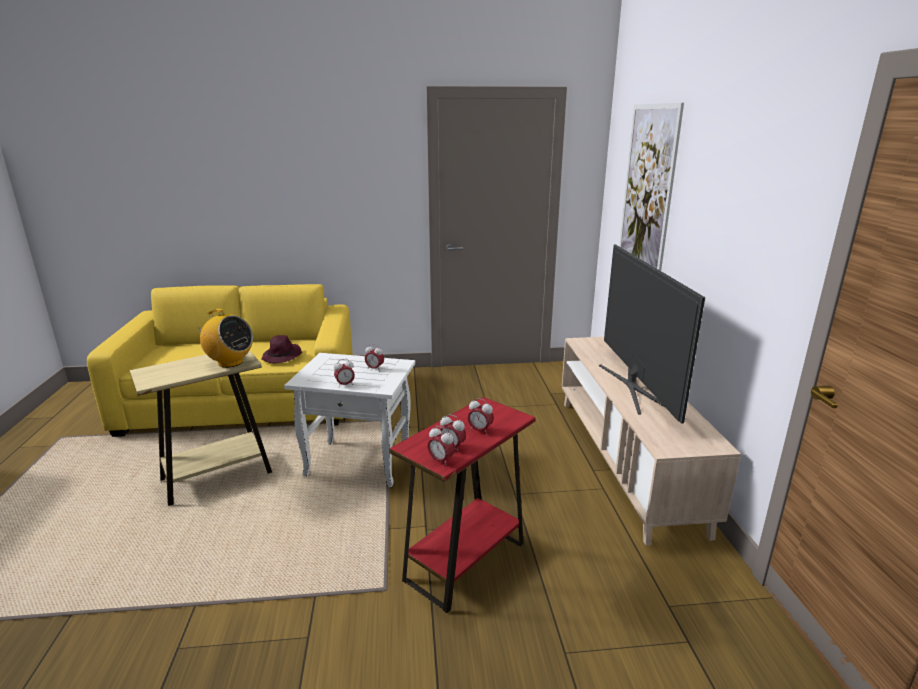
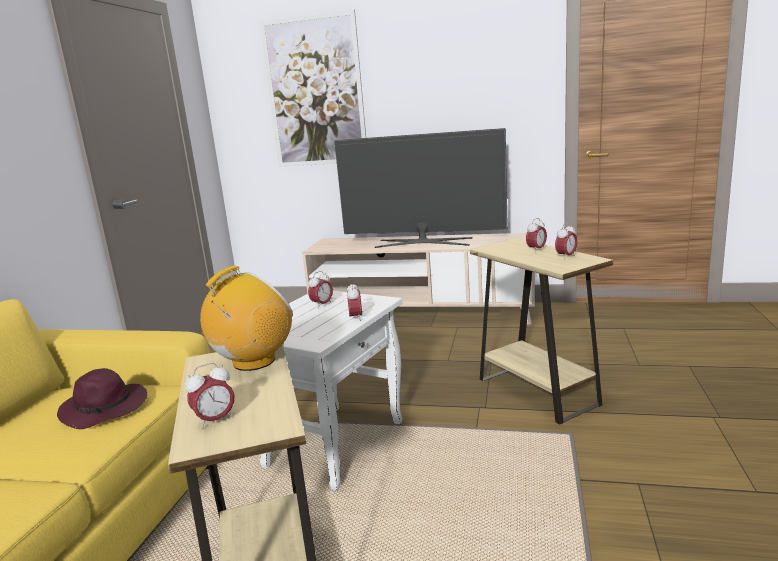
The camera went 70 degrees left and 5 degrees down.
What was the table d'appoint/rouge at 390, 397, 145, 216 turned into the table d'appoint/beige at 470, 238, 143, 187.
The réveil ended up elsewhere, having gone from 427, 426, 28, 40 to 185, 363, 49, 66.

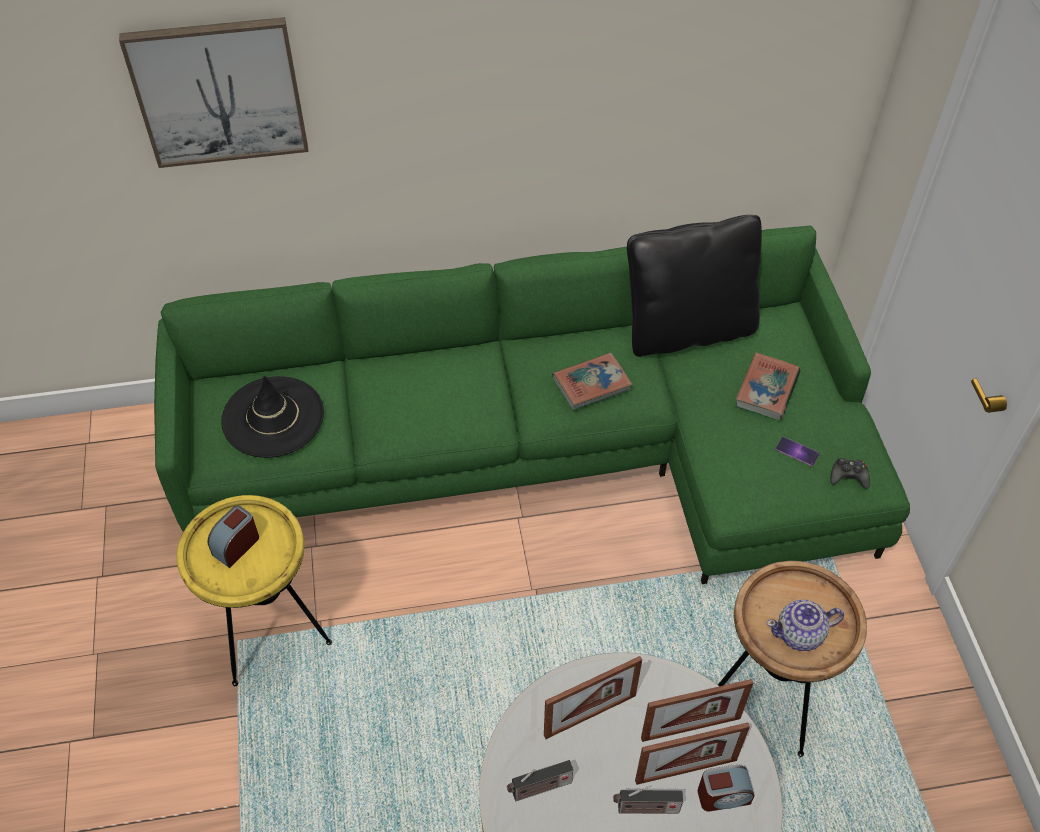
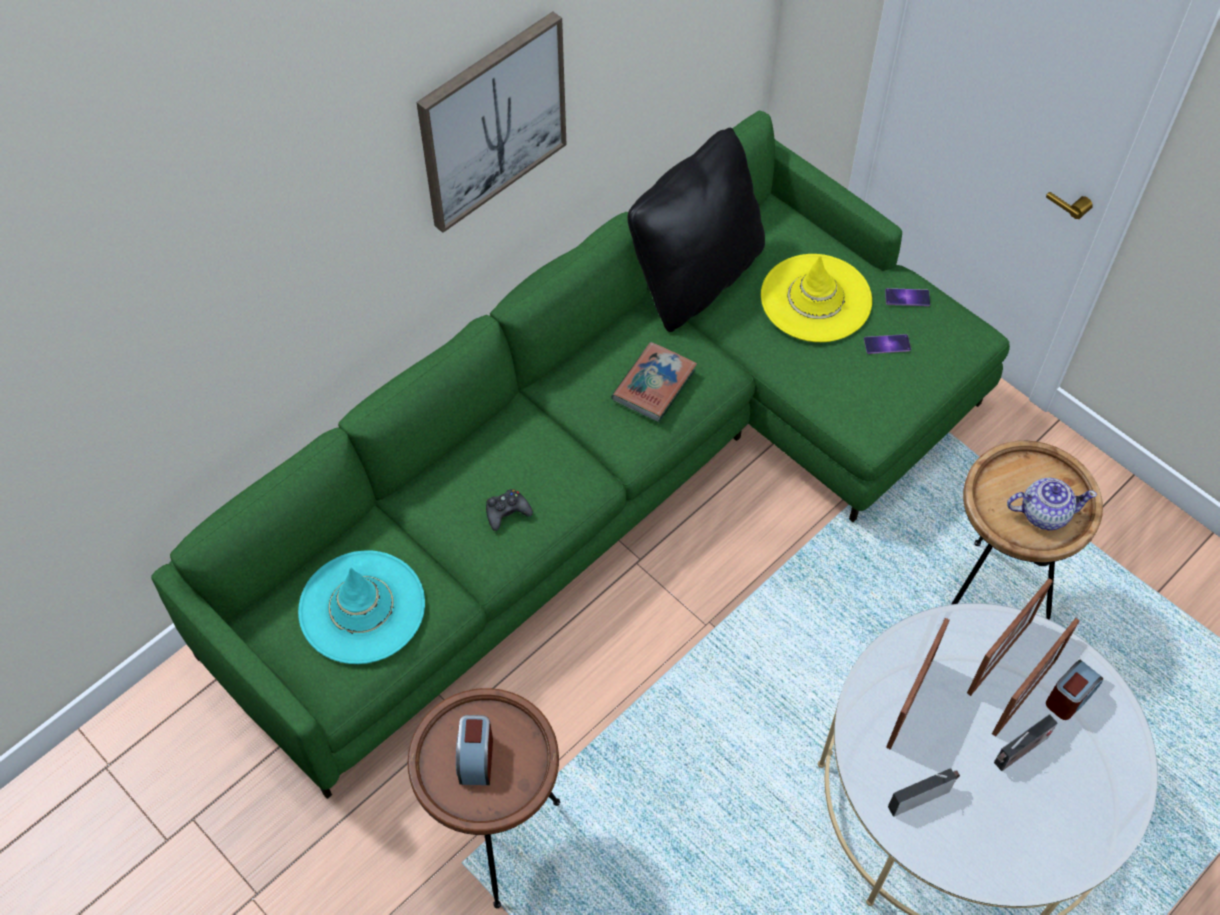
The camera went 35 degrees left and 5 degrees up.
The tableau ended up elsewhere, having gone from 119, 17, 189, 151 to 416, 12, 151, 221.
Where the livre stood at 736, 353, 65, 68, the chapeau/jaune came to stand at 761, 254, 111, 88.
What was the chapeau/noir at 221, 376, 103, 82 turned into the chapeau/turquoise at 298, 550, 127, 114.
The manette/noir ended up elsewhere, having gone from 830, 458, 40, 31 to 486, 489, 47, 42.
What was the table d'appoint/jaune at 177, 495, 155, 191 turned into the table d'appoint/marron at 408, 688, 152, 220.
The théière at 766, 600, 78, 51 ended up facing another way, 135 degrees counterclockwise from before.
The radio at 507, 760, 66, 41 ended up facing another way, 150 degrees counterclockwise from before.
The second view gained the téléphone at 885, 288, 45, 18.

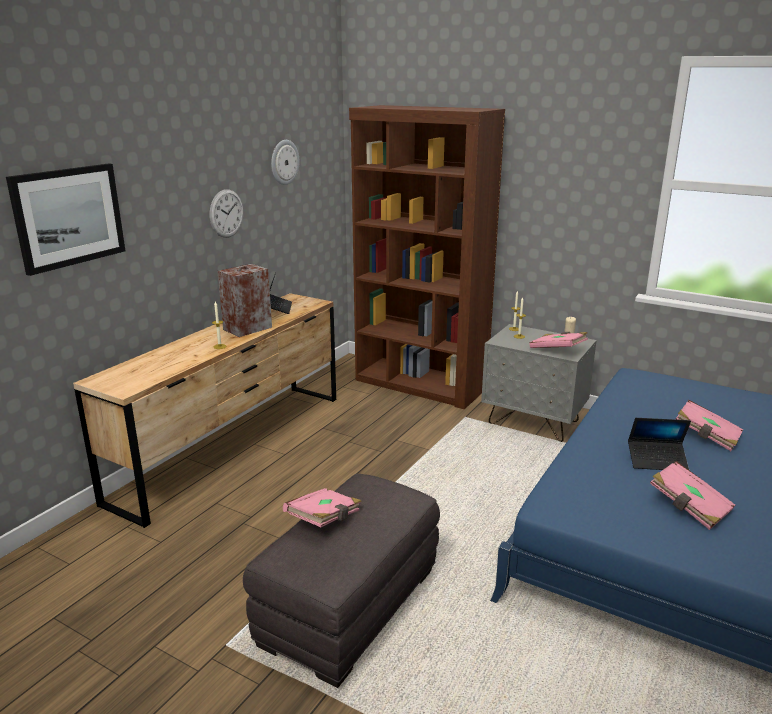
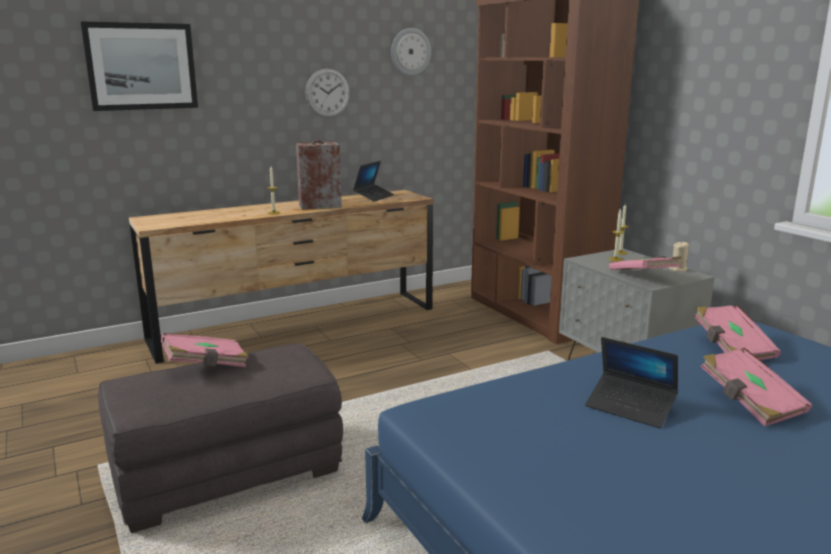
The camera went 30 degrees right and 5 degrees down.
The livre/rose ended up elsewhere, having gone from 650, 461, 85, 69 to 694, 305, 87, 55.

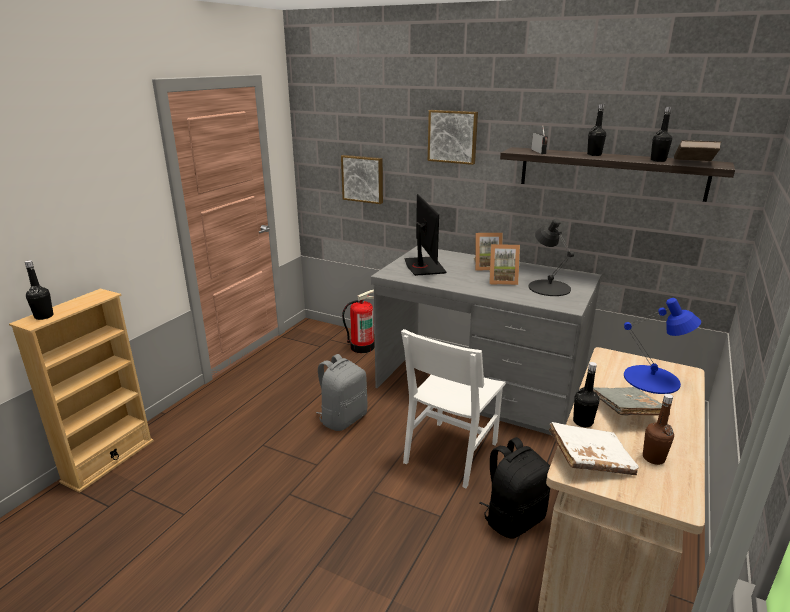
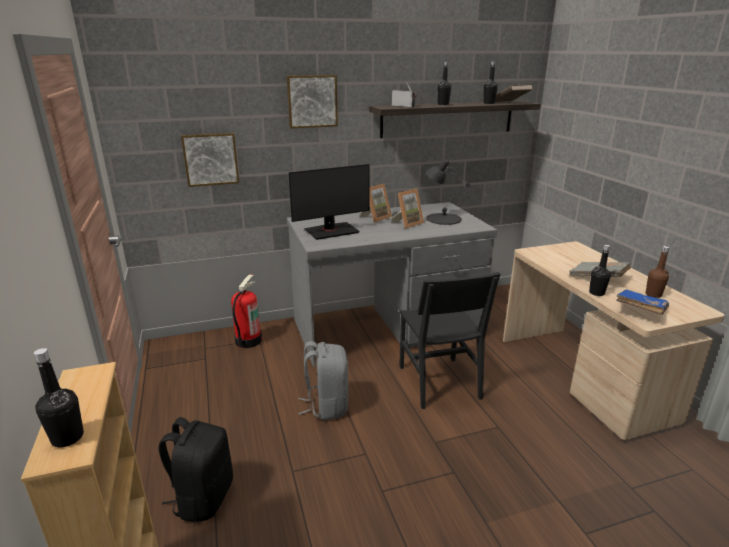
The camera went 45 degrees left and 0 degrees up.
The écran d'ordinateur at 404, 194, 42, 82 ended up facing another way, 120 degrees clockwise from before.
The second view lost the lampe de table/bleu at 624, 298, 77, 96.
What was the chaise/blanc at 401, 329, 105, 159 turned into the chaise/noir at 399, 272, 101, 137.
What was the livre/blanc at 549, 422, 90, 53 turned into the livre/bleu at 616, 289, 53, 26.
The sac à dos/noir ended up elsewhere, having gone from 480, 437, 70, 102 to 159, 417, 74, 105.

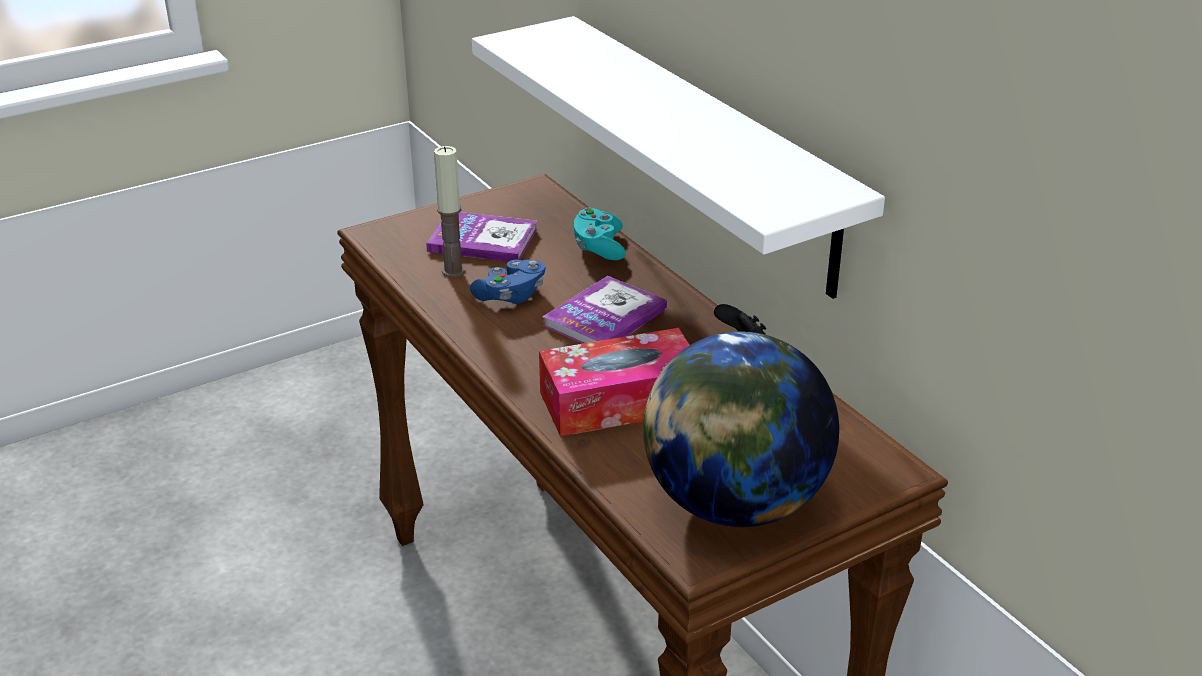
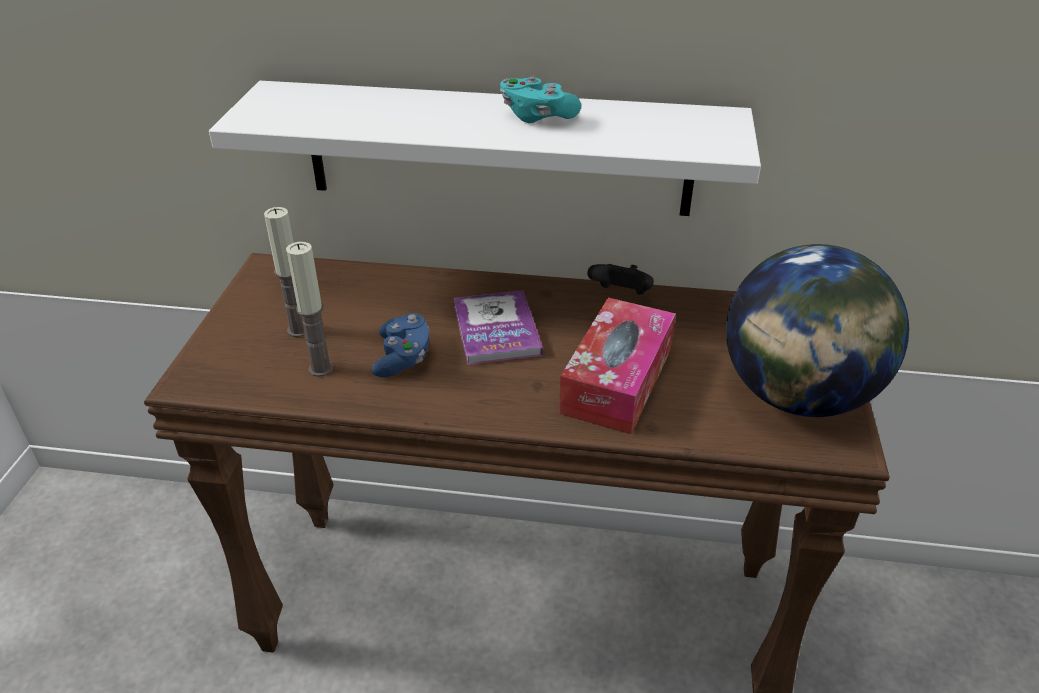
The camera went 50 degrees left and 5 degrees up.
The manette/turquoise ended up elsewhere, having gone from 574, 207, 52, 53 to 500, 77, 81, 46.
Where the livre stood at 426, 212, 111, 50, the bougie came to stand at 264, 207, 41, 130.

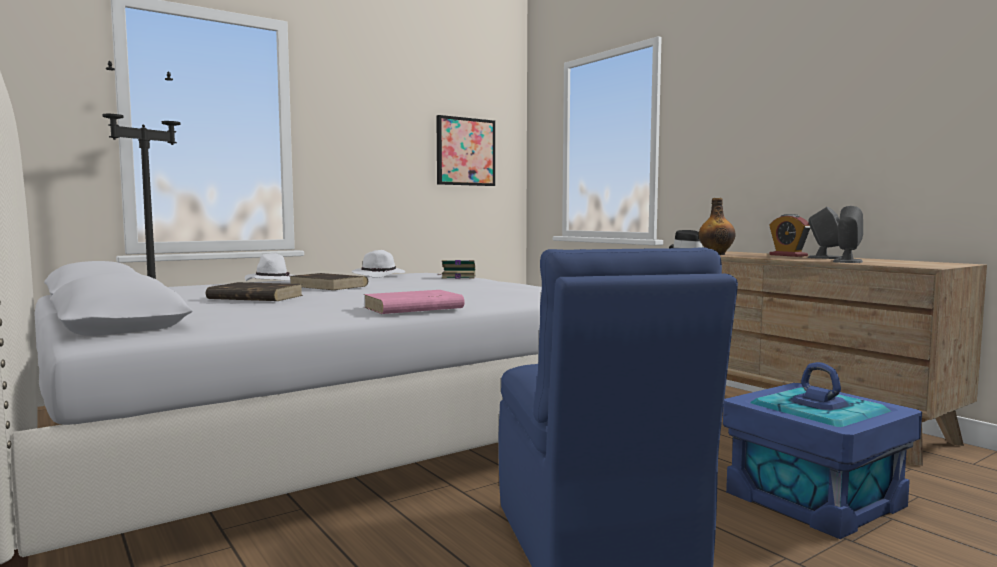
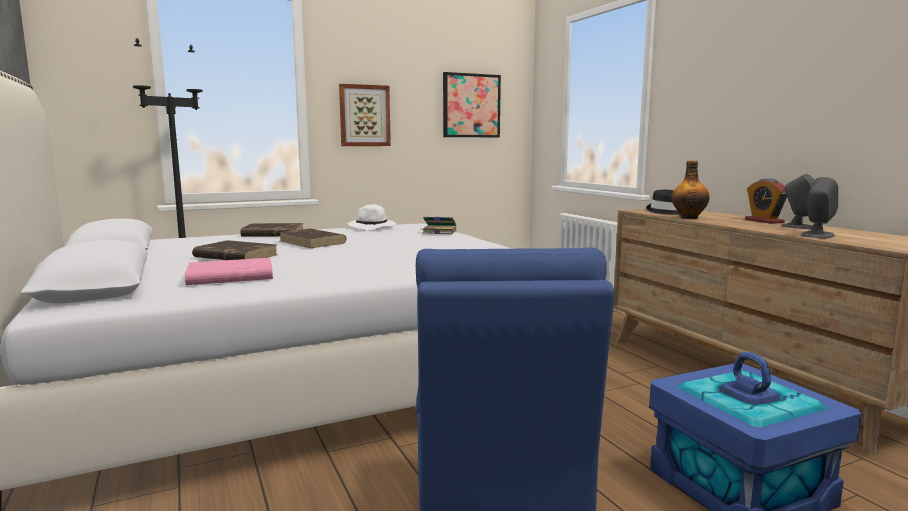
The camera went 10 degrees right and 5 degrees up.
Where the chapeau/blanc stood at 245, 253, 49, 28, the livre/marron came to stand at 240, 223, 64, 14.
The livre/rose ended up elsewhere, having gone from 363, 290, 102, 24 to 185, 258, 88, 27.
The second view gained the tableau at 339, 84, 52, 62.

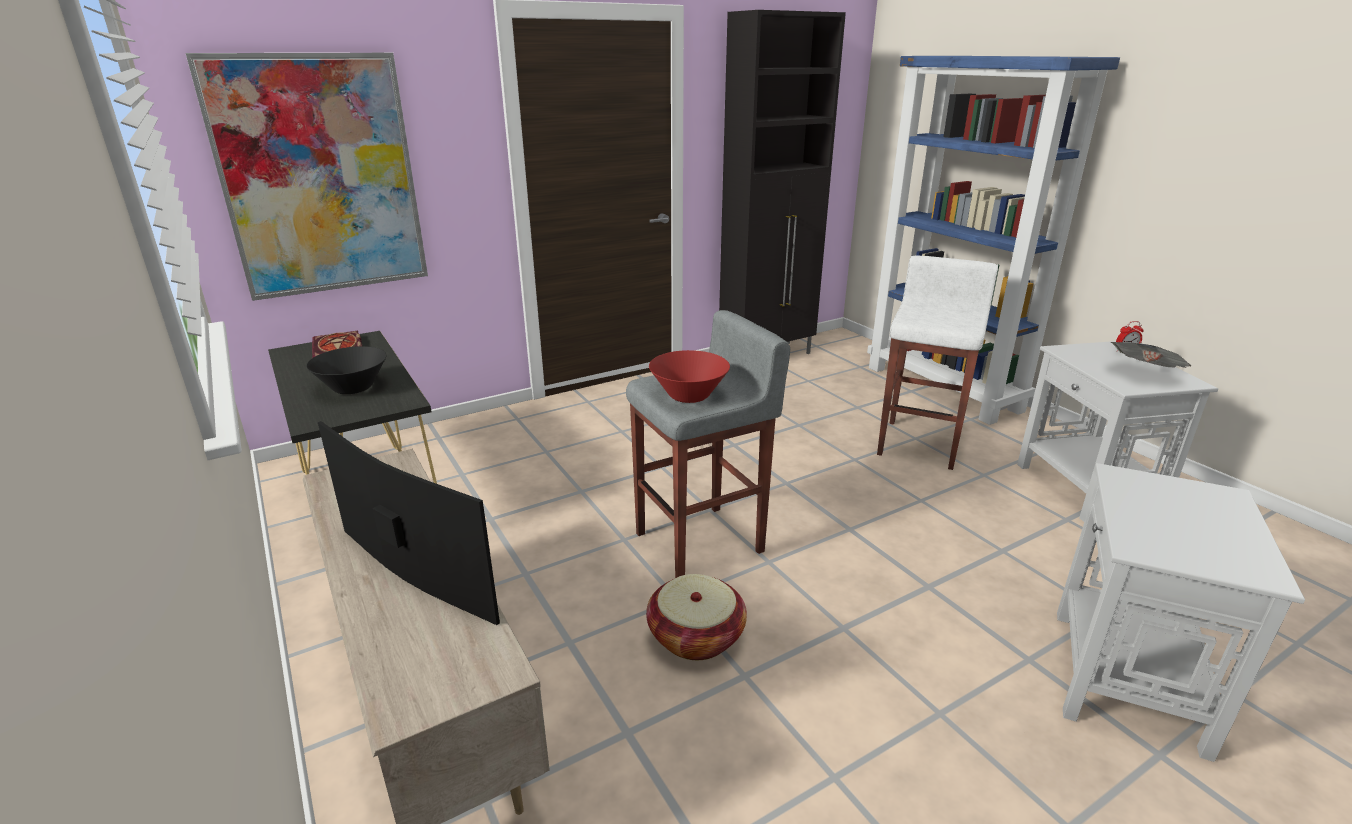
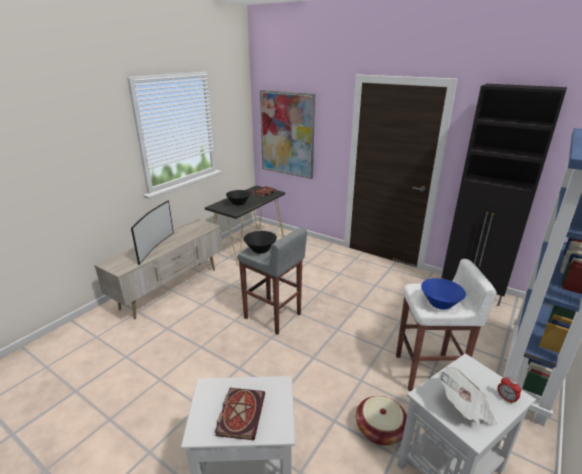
The camera went 65 degrees right and 0 degrees up.
What was the bol/rouge at 649, 350, 81, 53 turned into the bol/noir at 243, 231, 34, 23.
The panier ended up elsewhere, having gone from 646, 574, 101, 86 to 356, 396, 51, 49.
The second view gained the bol/bleu at 421, 278, 45, 31.
The second view gained the livre at 215, 388, 50, 52.

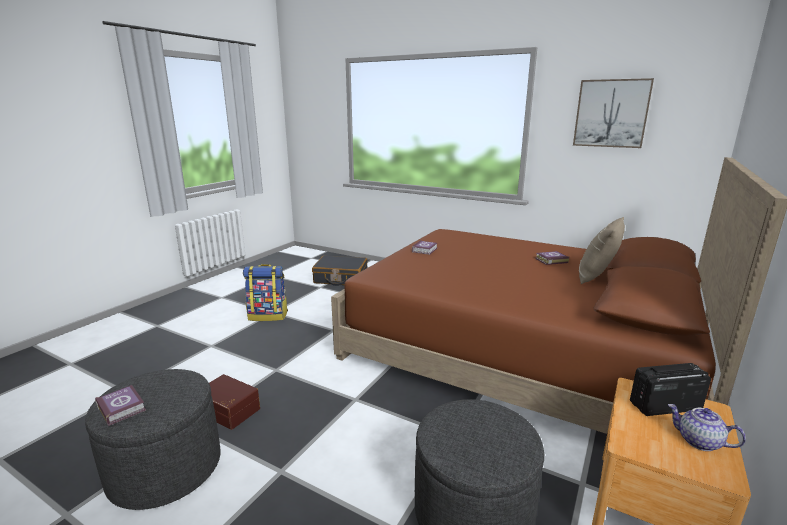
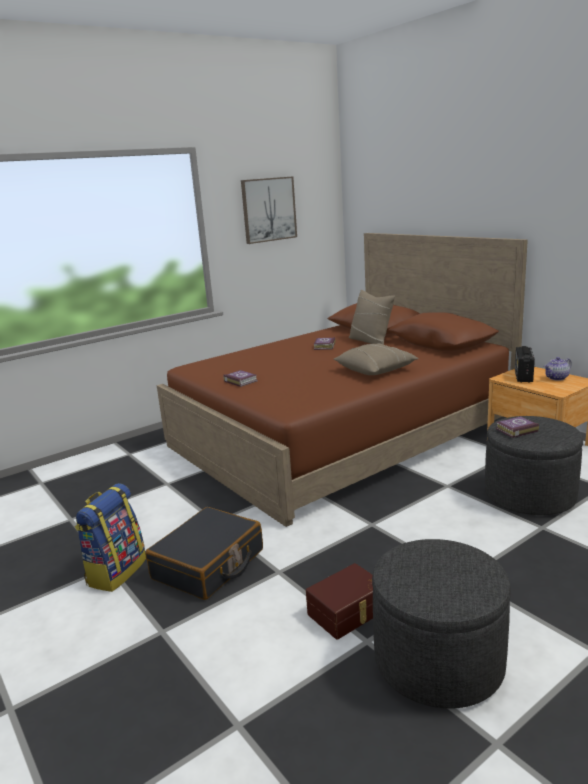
The camera went 65 degrees left and 0 degrees up.
The valise/noir ended up elsewhere, having gone from 312, 255, 56, 31 to 145, 507, 118, 93.
The livre ended up elsewhere, having gone from 95, 385, 51, 41 to 495, 416, 44, 22.
The second view gained the coussin/beige at 334, 343, 85, 32.

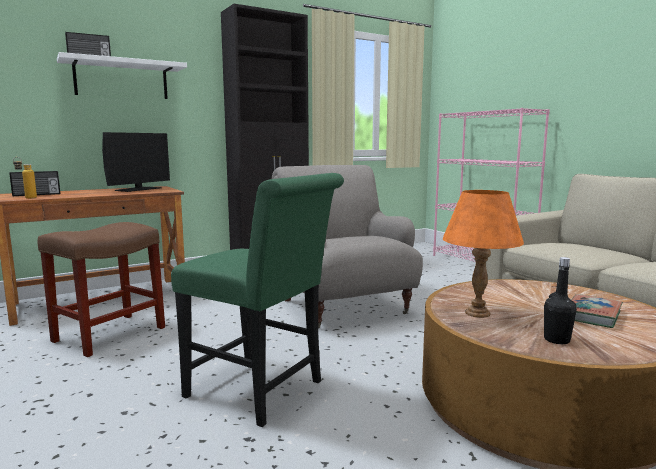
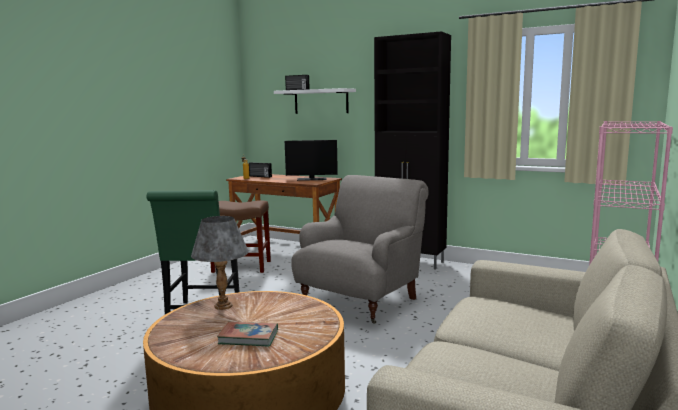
The camera went 60 degrees right and 0 degrees up.
What was the lampe de table/orange at 443, 190, 81, 128 turned into the lampe de table/gris at 191, 216, 58, 94.
The second view lost the bouteille/noir at 544, 257, 33, 87.

